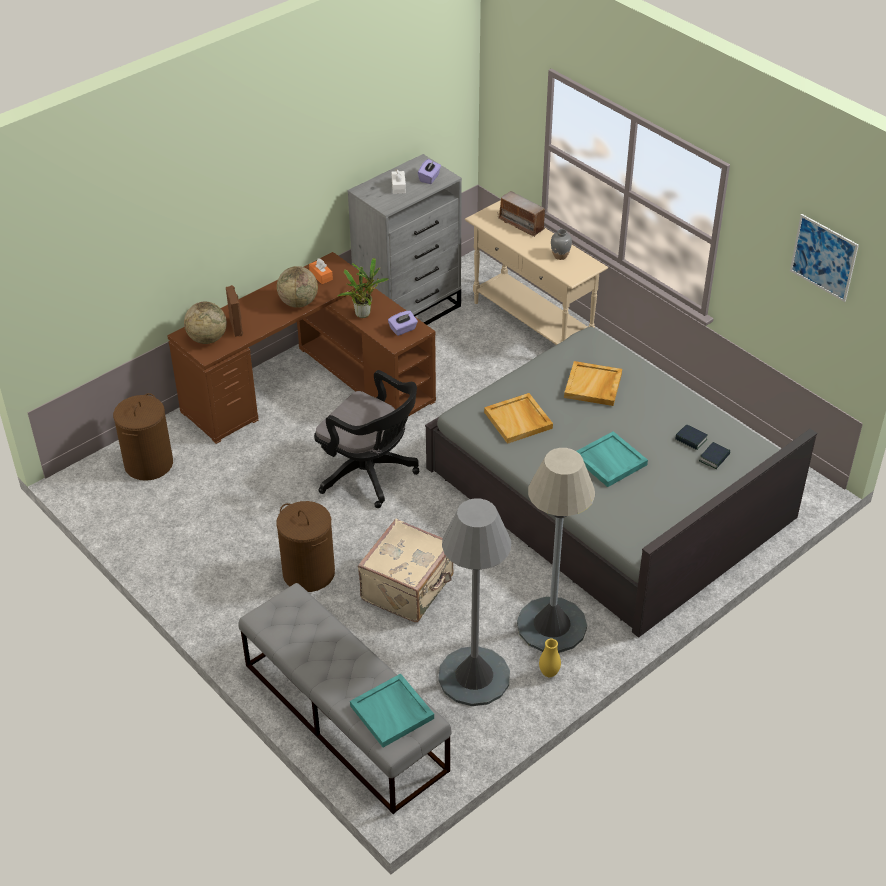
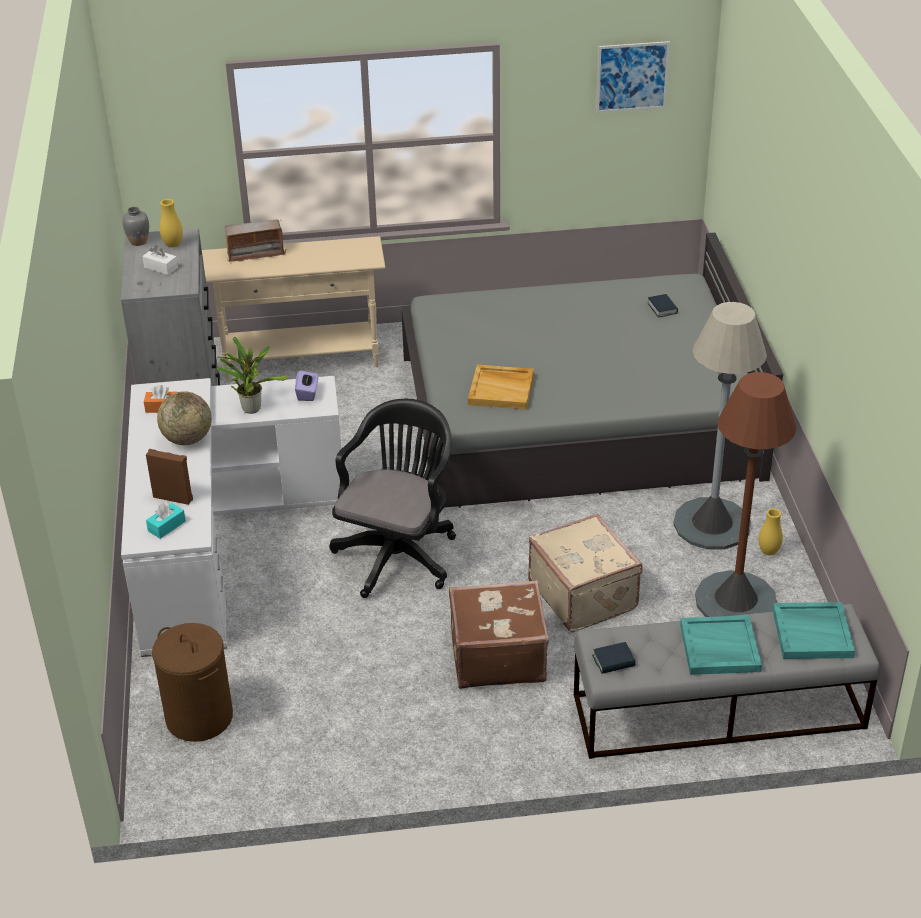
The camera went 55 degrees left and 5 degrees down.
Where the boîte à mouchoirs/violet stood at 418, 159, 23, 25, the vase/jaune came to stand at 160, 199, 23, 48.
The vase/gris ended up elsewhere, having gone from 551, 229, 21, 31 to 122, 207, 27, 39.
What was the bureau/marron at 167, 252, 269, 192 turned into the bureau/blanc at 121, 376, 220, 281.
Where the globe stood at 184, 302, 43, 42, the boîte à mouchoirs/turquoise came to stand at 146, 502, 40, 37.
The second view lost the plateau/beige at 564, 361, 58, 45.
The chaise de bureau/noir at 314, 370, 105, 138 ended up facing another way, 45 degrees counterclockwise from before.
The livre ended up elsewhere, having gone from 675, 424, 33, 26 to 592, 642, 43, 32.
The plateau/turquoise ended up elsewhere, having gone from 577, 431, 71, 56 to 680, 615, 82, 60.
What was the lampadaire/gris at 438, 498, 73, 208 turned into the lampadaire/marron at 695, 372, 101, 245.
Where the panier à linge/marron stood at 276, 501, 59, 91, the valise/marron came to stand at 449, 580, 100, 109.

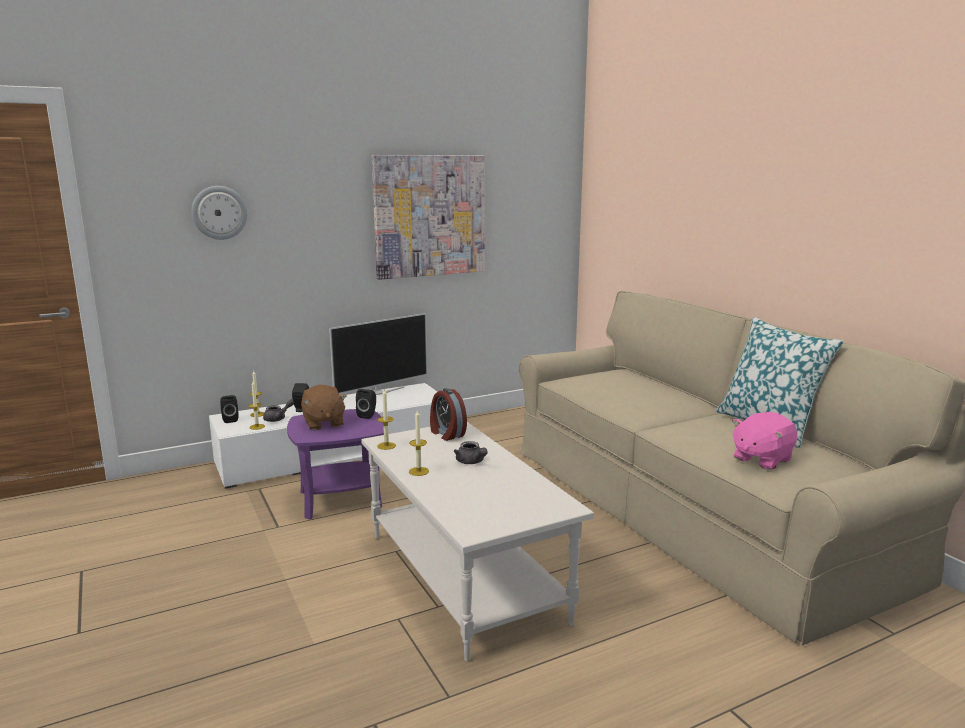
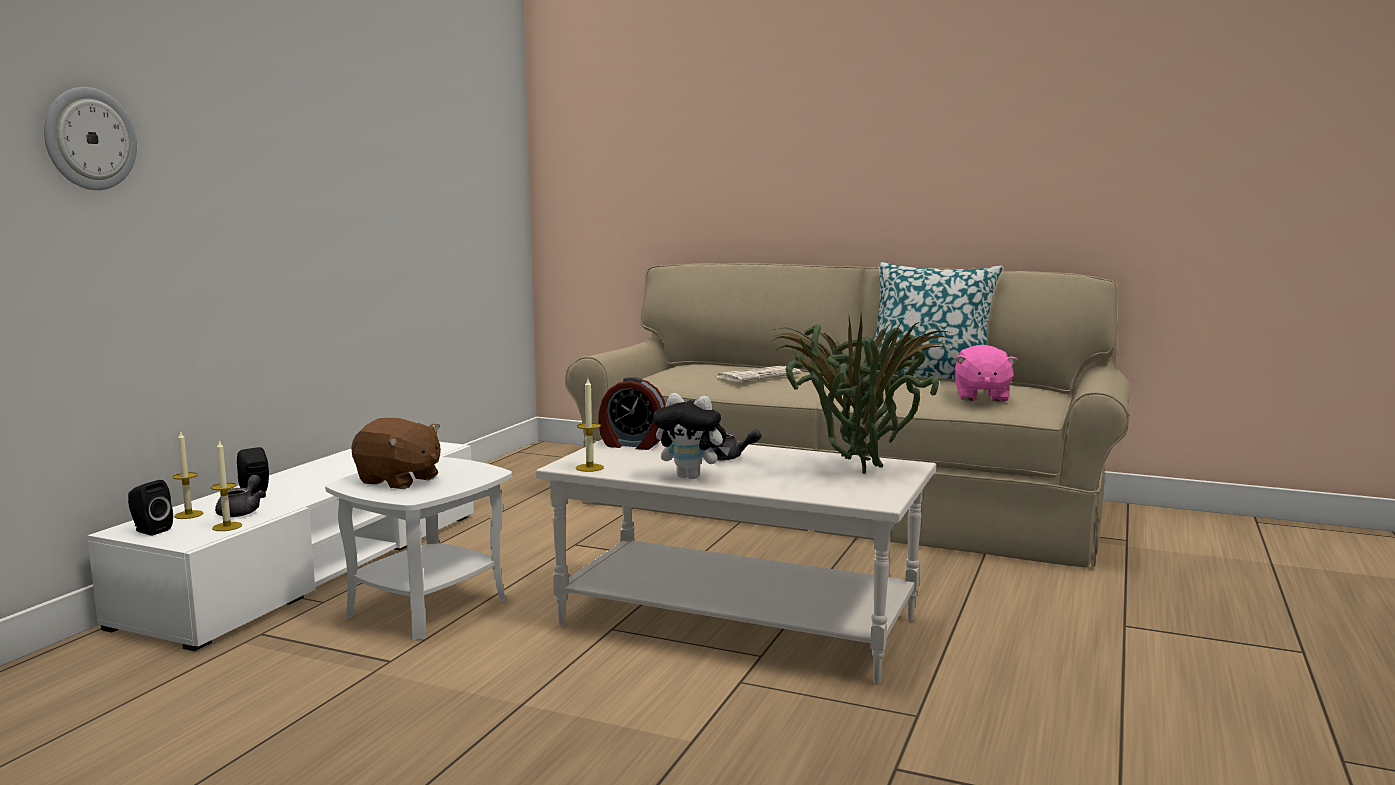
The camera went 40 degrees left and 5 degrees down.
The second view lost the tableau at 372, 155, 113, 125.
The second view lost the téléviseur at 329, 313, 99, 82.
The second view lost the enceinte/noir at 356, 389, 20, 30.
What was the table d'appoint/violet at 287, 409, 97, 111 turned into the table d'appoint/blanc at 325, 457, 187, 183.
Where the bougie stood at 409, 410, 20, 66, the peluche came to stand at 653, 393, 77, 86.
The second view gained the plante en pot at 773, 315, 178, 159.
The second view gained the journal at 716, 366, 86, 16.

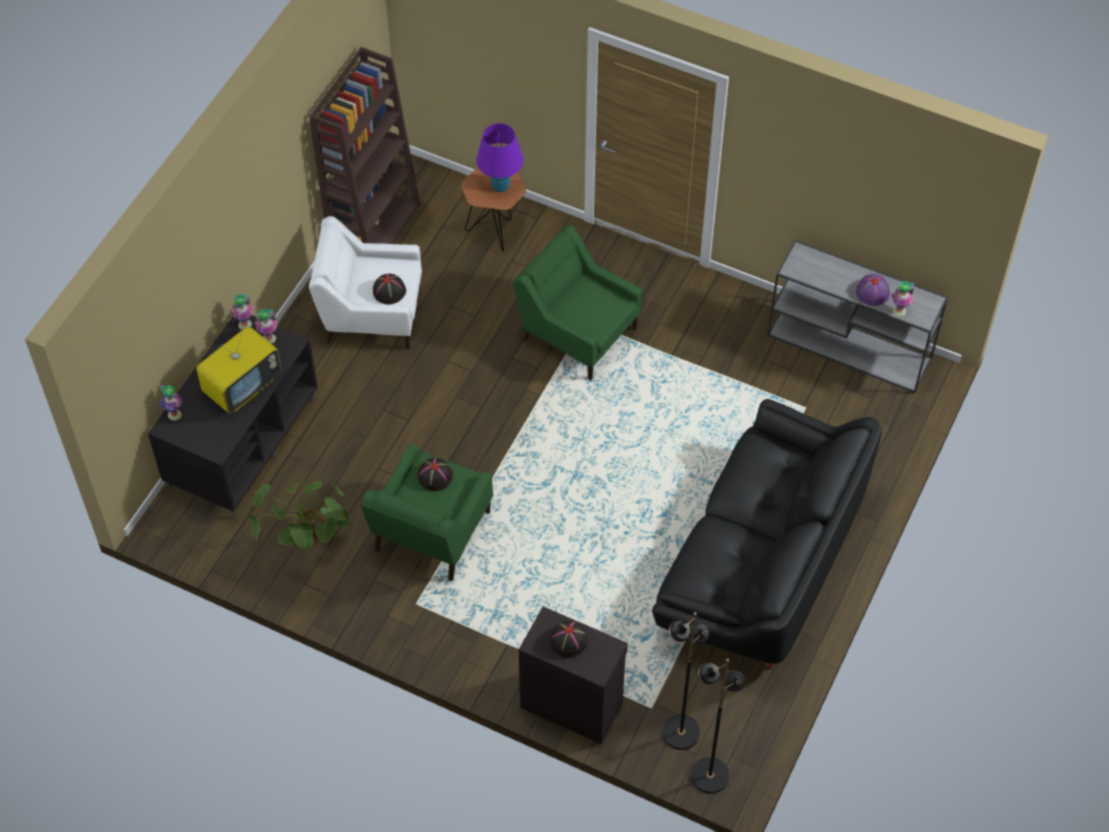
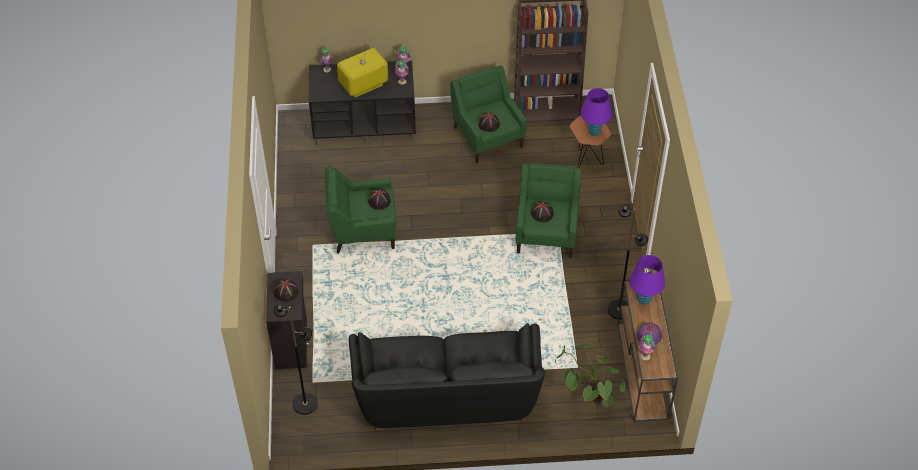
The camera went 60 degrees right and 5 degrees down.
What was the fauteuil/blanc at 309, 216, 113, 134 turned into the fauteuil/vert at 450, 65, 77, 98.
What was the table console/gris at 768, 240, 180, 153 turned into the table console/marron at 617, 281, 61, 141.
The téléviseur at 197, 327, 84, 86 ended up facing another way, 135 degrees clockwise from before.
The plante en pot ended up elsewhere, having gone from 249, 474, 100, 76 to 555, 343, 70, 64.
The lampadaire/noir ended up elsewhere, having gone from 691, 658, 54, 135 to 608, 205, 40, 115.
The second view gained the chapeau/noir at 531, 201, 23, 21.
The second view gained the lampe de table/violet at 629, 255, 36, 50.

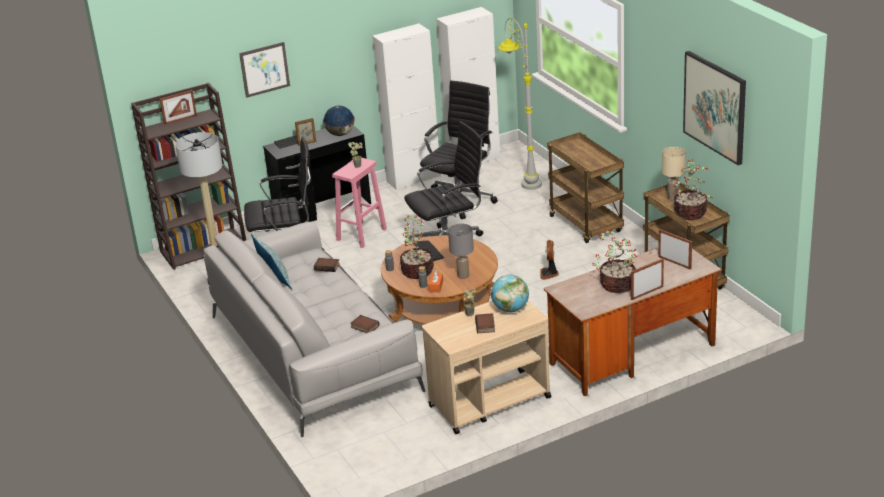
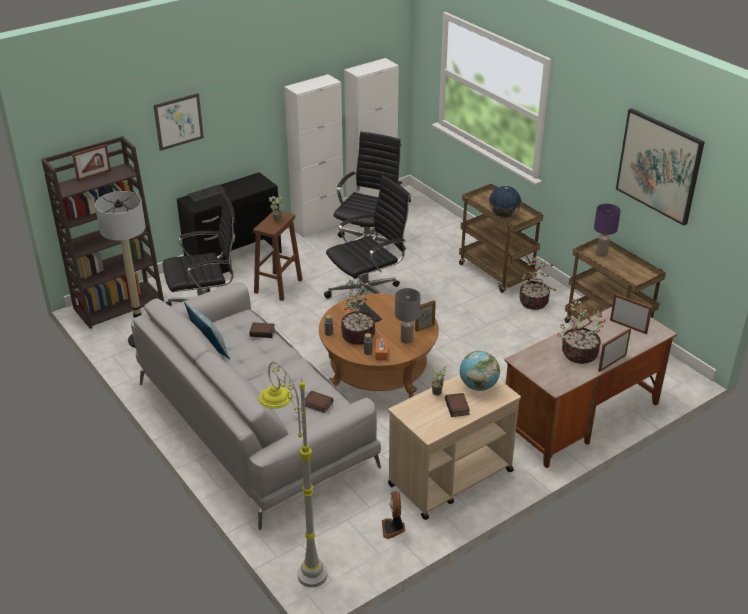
The camera went 10 degrees left and 5 degrees up.
The lampadaire/gris ended up elsewhere, having gone from 498, 18, 44, 172 to 259, 361, 68, 227.
The globe ended up elsewhere, having gone from 323, 106, 32, 30 to 489, 186, 33, 32.
The cadre photo ended up elsewhere, having gone from 295, 118, 21, 28 to 415, 300, 21, 32.
What was the lampe de table/beige at 662, 147, 24, 54 turned into the lampe de table/violet at 594, 204, 27, 53.
What was the tabouret/rose at 332, 158, 55, 90 turned into the tabouret/marron at 253, 210, 50, 91.
The plante en pot ended up elsewhere, having gone from 673, 159, 40, 61 to 520, 256, 36, 54.
The ventilateur ended up elsewhere, having gone from 540, 240, 18, 40 to 382, 491, 23, 48.

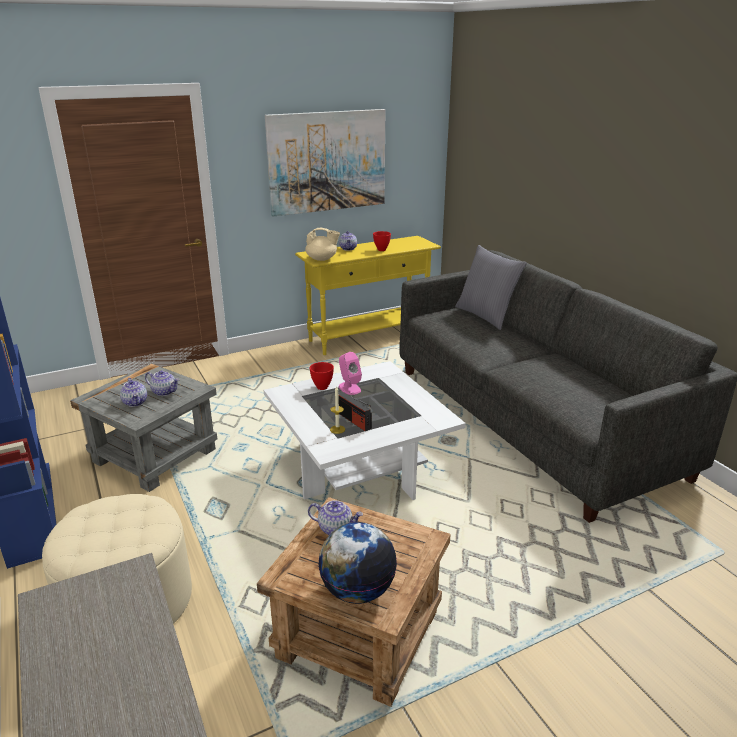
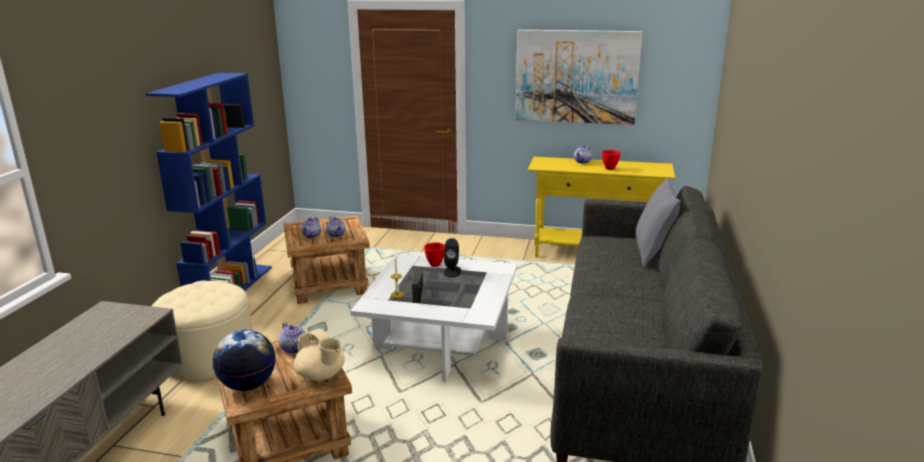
The camera went 40 degrees right and 5 degrees down.
The théière/beige ended up elsewhere, having gone from 305, 228, 35, 33 to 294, 329, 51, 52.
What was the enceinte/rose at 339, 352, 23, 43 turned into the enceinte/noir at 444, 238, 17, 39.
What was the table d'appoint/gris at 70, 363, 147, 129 turned into the table d'appoint/marron at 284, 215, 86, 89.

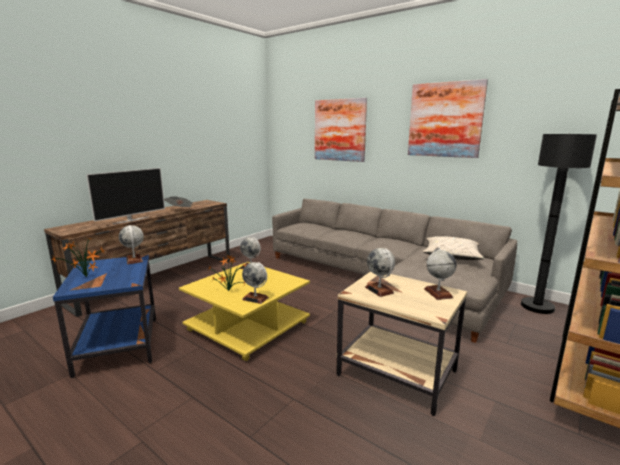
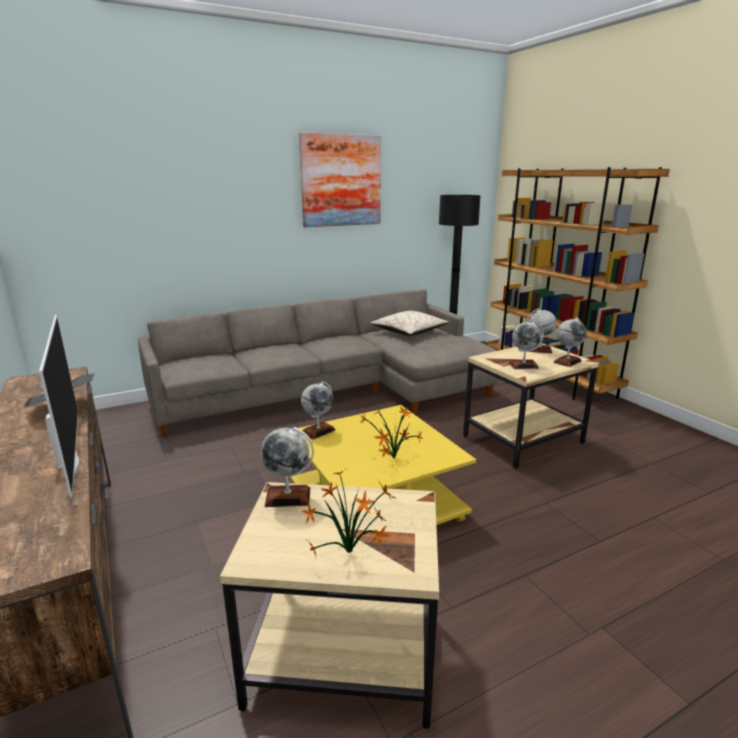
The camera went 65 degrees left and 5 degrees up.
The second view lost the tableau at 315, 98, 52, 64.
What was the table d'appoint/bleu at 53, 255, 103, 123 turned into the table d'appoint/beige at 220, 482, 219, 247.
The globe ended up elsewhere, having gone from 242, 262, 27, 42 to 553, 317, 34, 50.

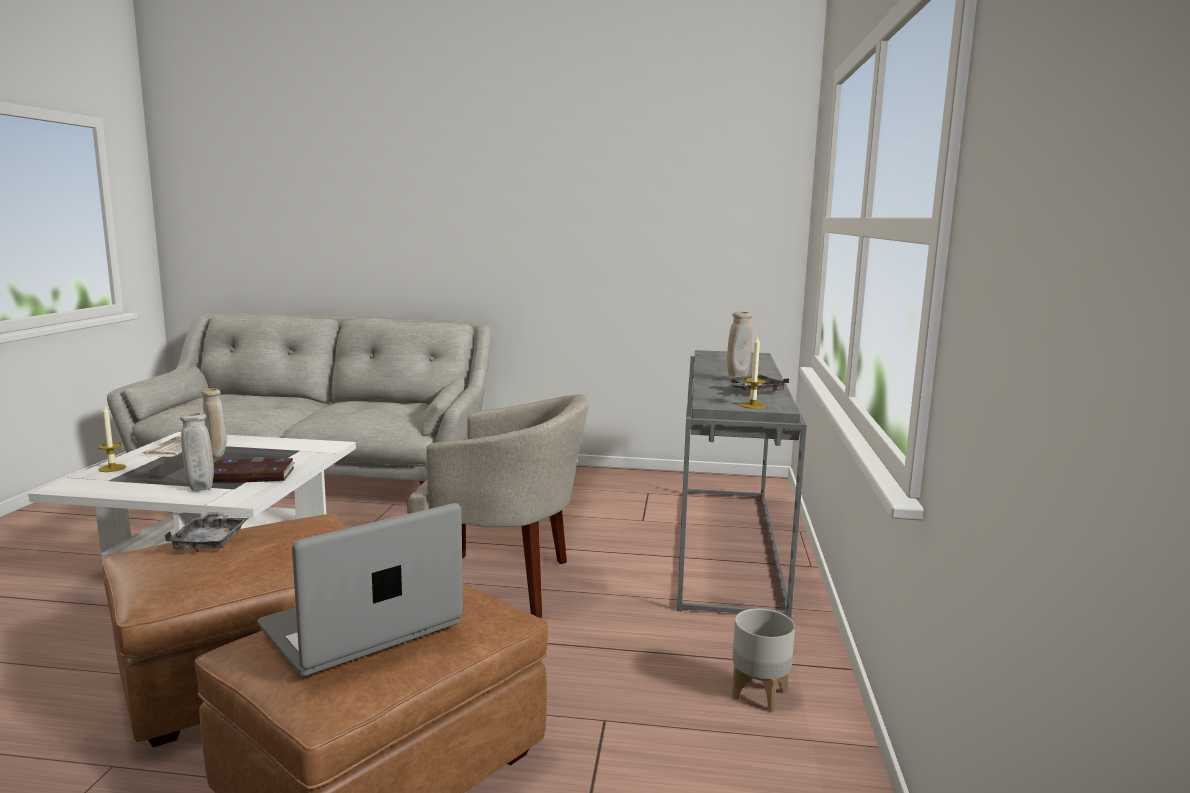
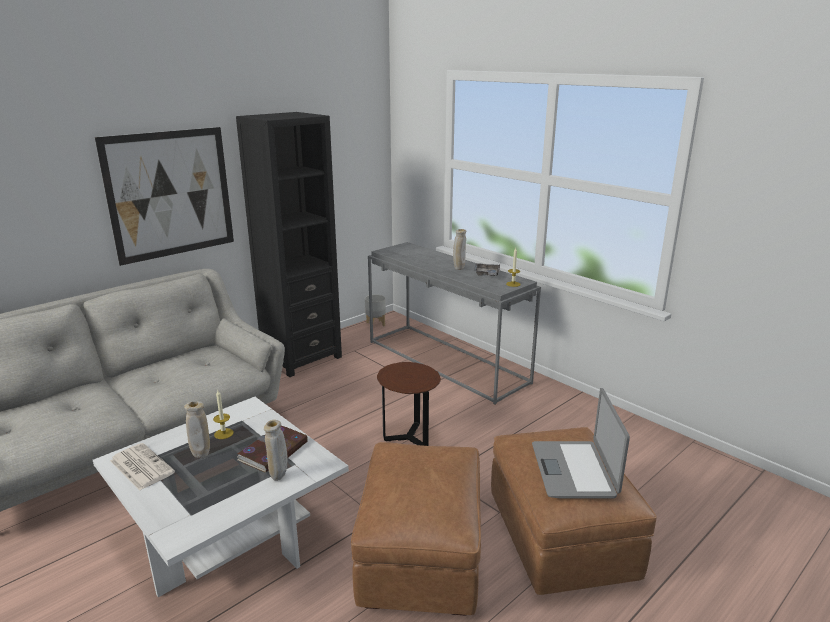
The camera went 50 degrees left and 10 degrees up.
Where the fauteuil/beige stood at 407, 394, 182, 224, the table d'appoint/marron came to stand at 377, 362, 64, 84.
The bougie ended up elsewhere, having gone from 98, 406, 28, 66 to 213, 390, 21, 49.
The second view lost the plateau/gris at 165, 512, 83, 40.
The cache-pot/gris ended up elsewhere, having gone from 732, 608, 63, 104 to 365, 294, 21, 32.
The second view gained the bibliothèque/noir at 236, 112, 106, 265.
The second view gained the tableau at 95, 127, 139, 139.

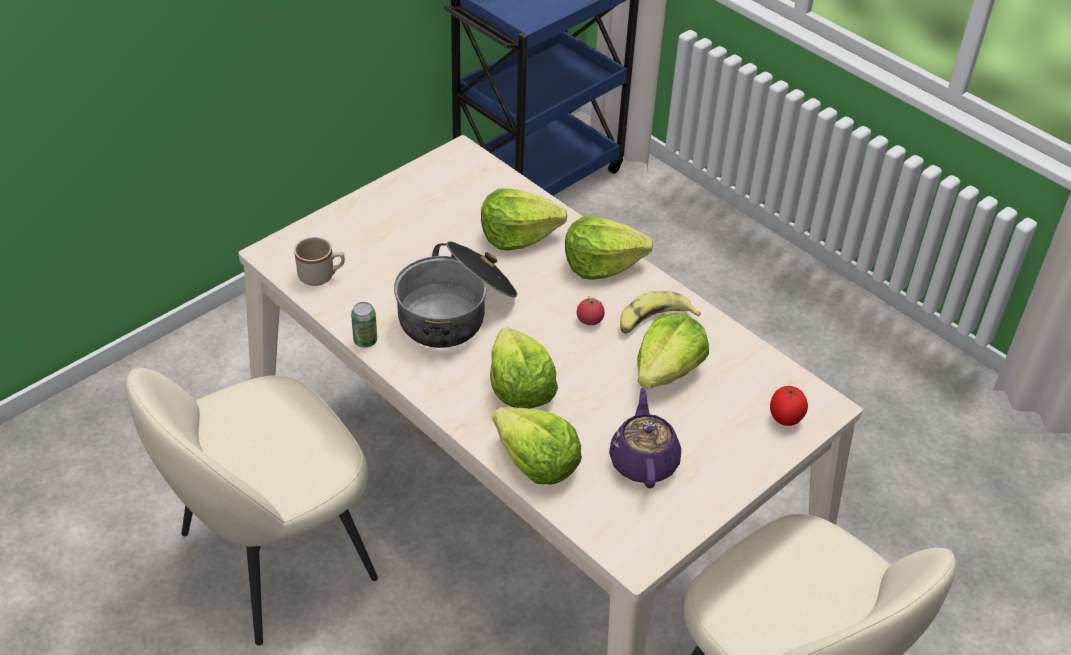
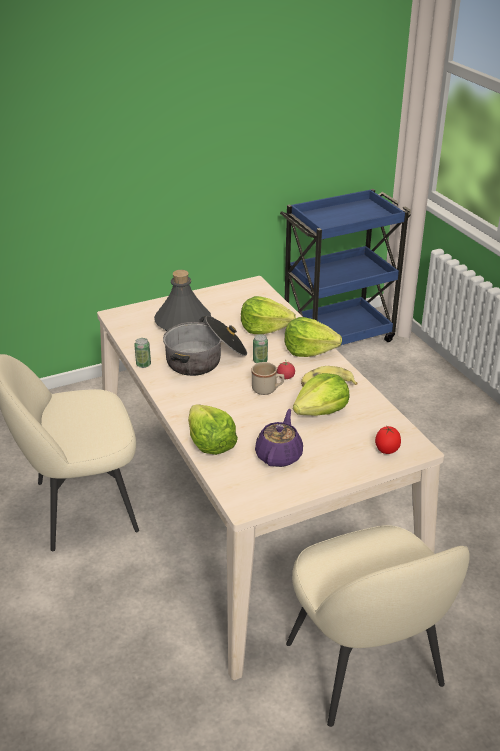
The camera went 20 degrees right and 10 degrees down.
The mug/beige ended up elsewhere, having gone from 294, 237, 51, 49 to 252, 362, 32, 33.
The second view lost the laitue at 490, 327, 68, 82.
The second view gained the bouteille/gris at 154, 270, 57, 61.
The second view gained the boîte métallique at 253, 334, 15, 29.

